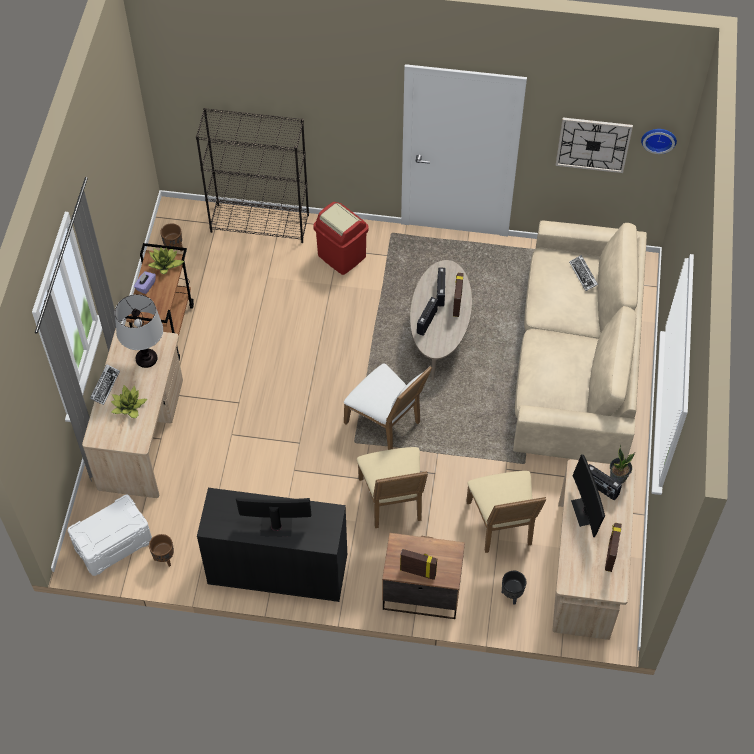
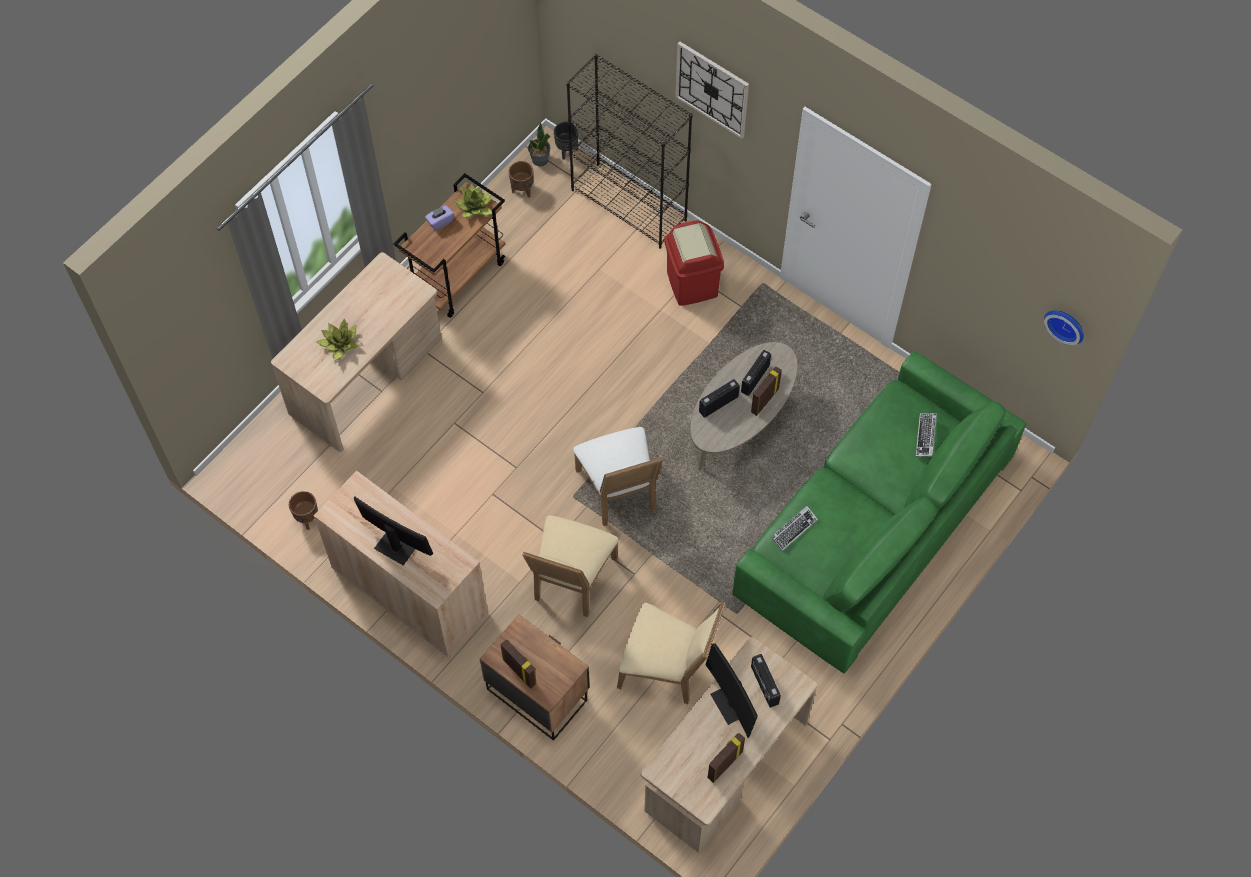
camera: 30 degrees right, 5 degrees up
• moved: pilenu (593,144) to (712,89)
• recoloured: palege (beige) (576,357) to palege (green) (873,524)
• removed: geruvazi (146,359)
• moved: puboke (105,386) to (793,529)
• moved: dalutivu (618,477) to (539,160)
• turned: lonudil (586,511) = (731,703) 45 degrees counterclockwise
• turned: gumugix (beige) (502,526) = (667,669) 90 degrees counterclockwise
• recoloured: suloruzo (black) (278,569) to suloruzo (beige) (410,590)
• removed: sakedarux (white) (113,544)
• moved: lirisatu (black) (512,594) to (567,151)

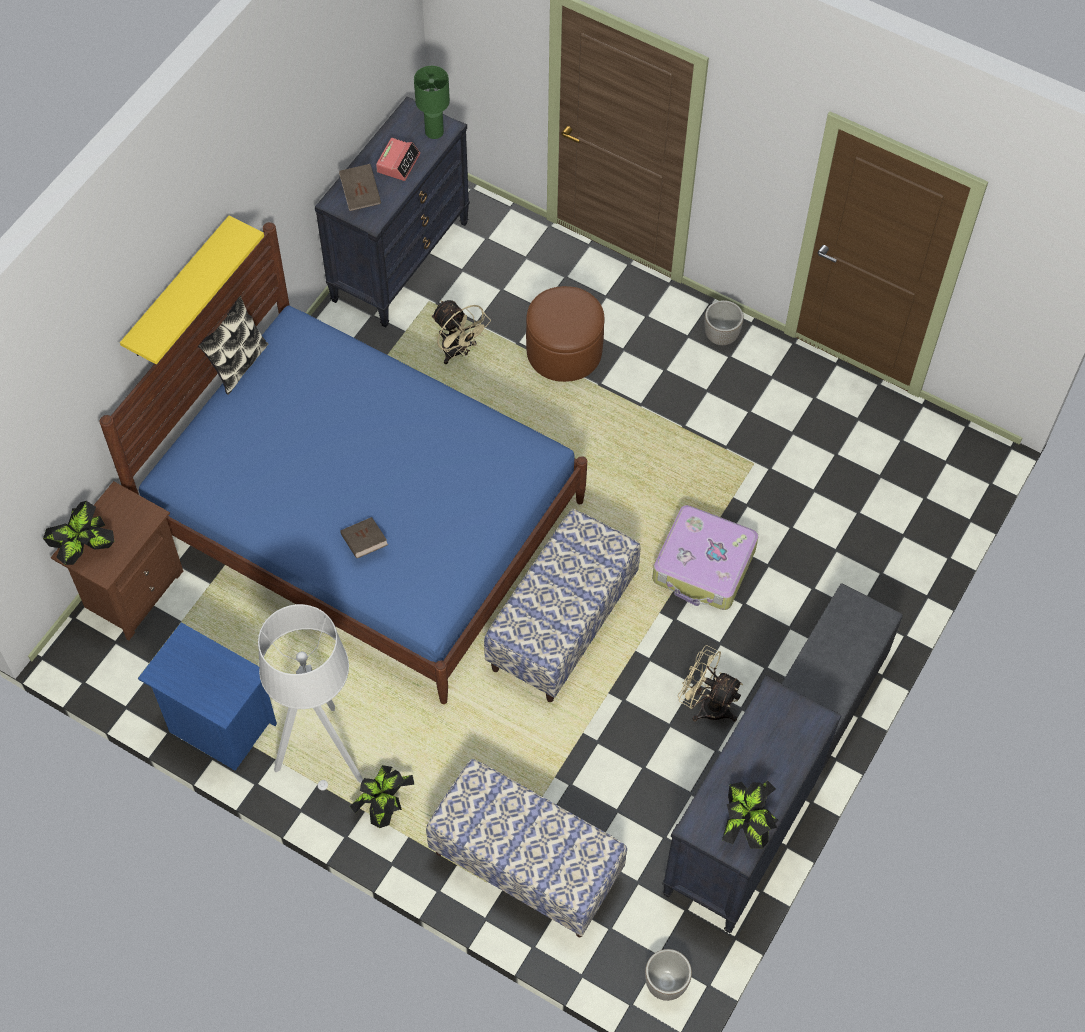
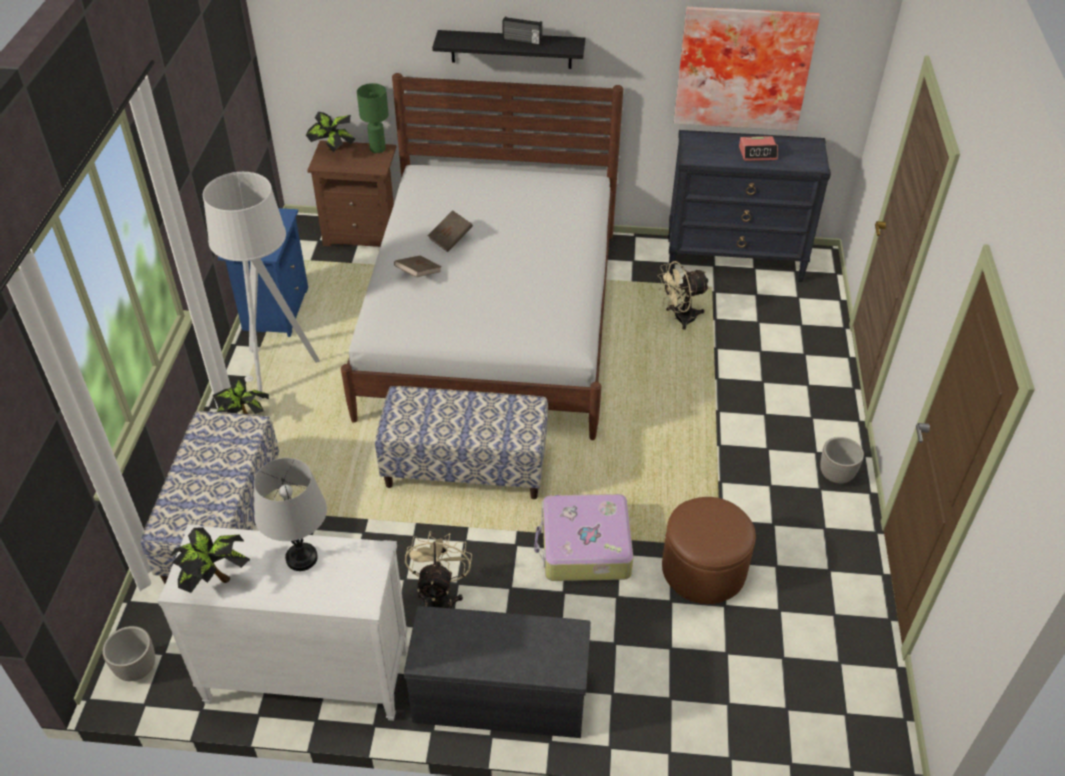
camera: 65 degrees right, 15 degrees down
• moved: geruvazi (green) (434,132) to (378,149)
• moved: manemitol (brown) (361,194) to (450,239)
• recoloured: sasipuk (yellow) (178,290) to sasipuk (black) (511,49)
• recoloured: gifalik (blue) (364,518) to gifalik (white) (492,321)
• moved: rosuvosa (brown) (564,351) to (703,569)
• removed: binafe (238,364)
• turned: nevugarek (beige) (458,352) = (679,318) 45 degrees clockwise
• recoloured: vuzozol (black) (739,840) to vuzozol (white) (307,677)
• added: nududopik (743,67)
• added: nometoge (522,41)
• added: geruvazi (grey) (302,558)

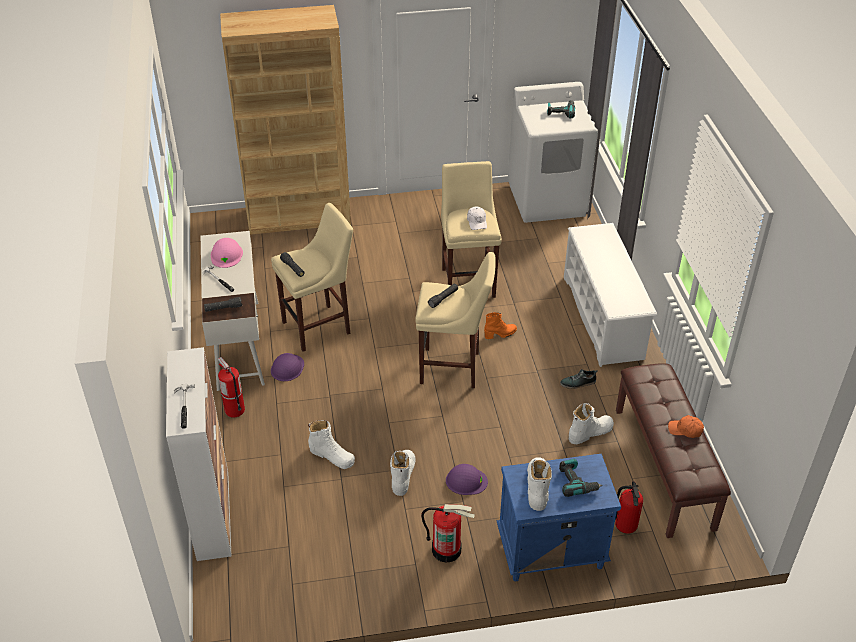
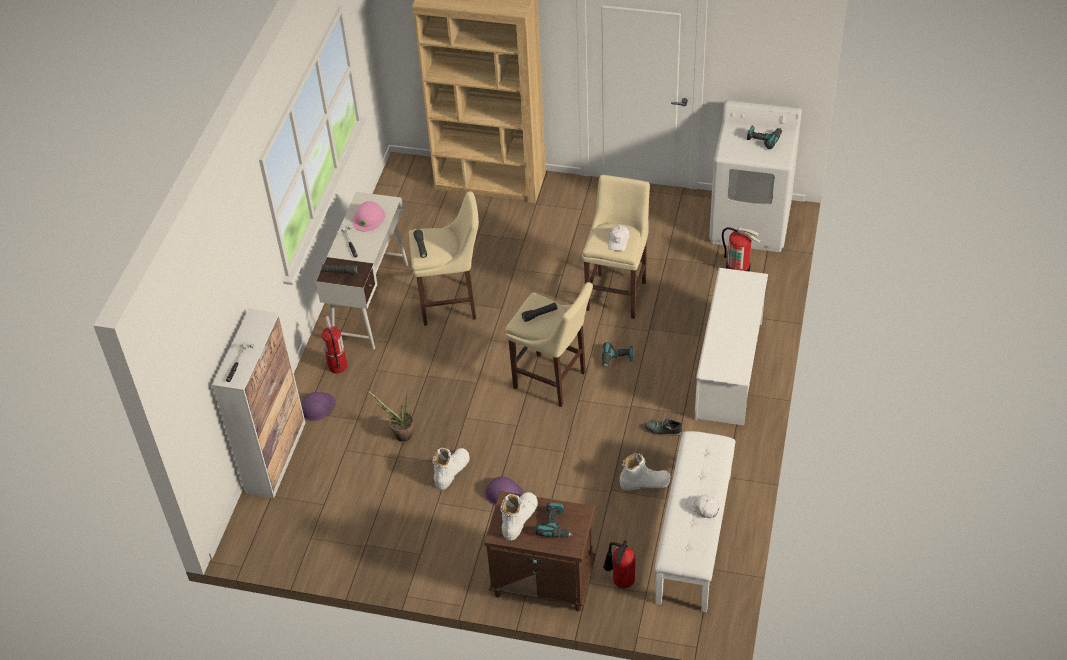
camera: 25 degrees right, 5 degrees up
• replaced: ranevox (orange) (500,334) to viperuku (617,359)
• moved: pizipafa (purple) (287,368) to (317,407)
• recoloured: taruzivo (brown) (664,467) to taruzivo (white) (695,538)
• recoloured: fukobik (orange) (685,430) to fukobik (white) (703,508)
• replaced: ranevox (white) (332,456) to dalutivu (399,434)
• recoloured: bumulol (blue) (550,551) to bumulol (brown) (542,581)
• moved: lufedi (447,549) to (738,269)

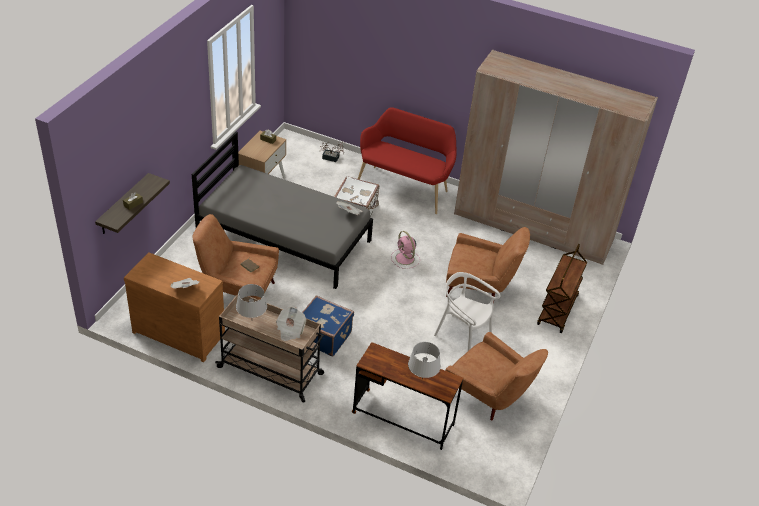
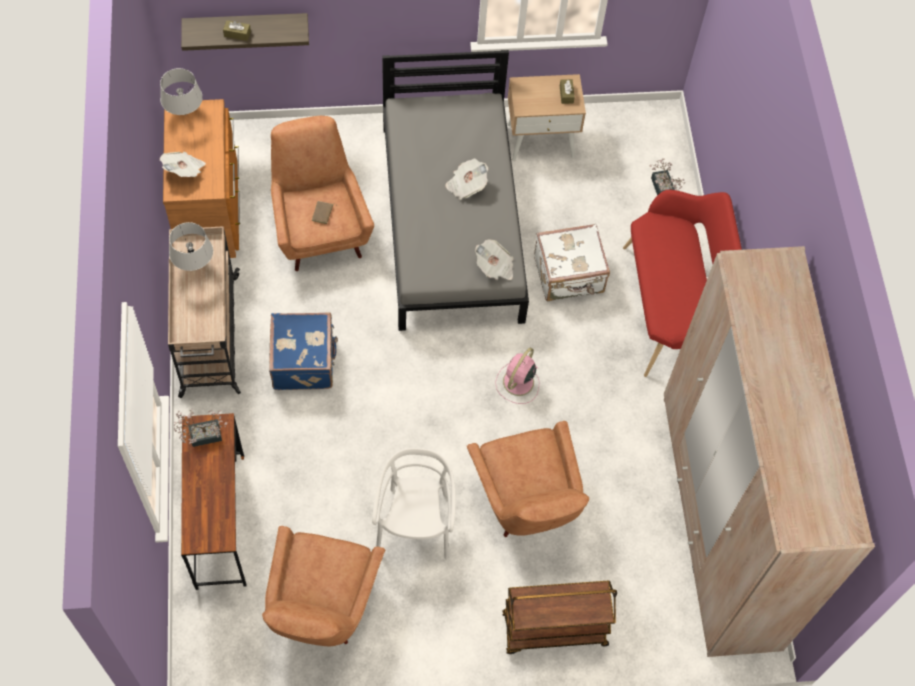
camera: 60 degrees right, 20 degrees up
• moved: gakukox (290,330) to (466,185)
• moved: geruvazi (grey) (422,379) to (185,114)
• added: dalutivu (201,435)

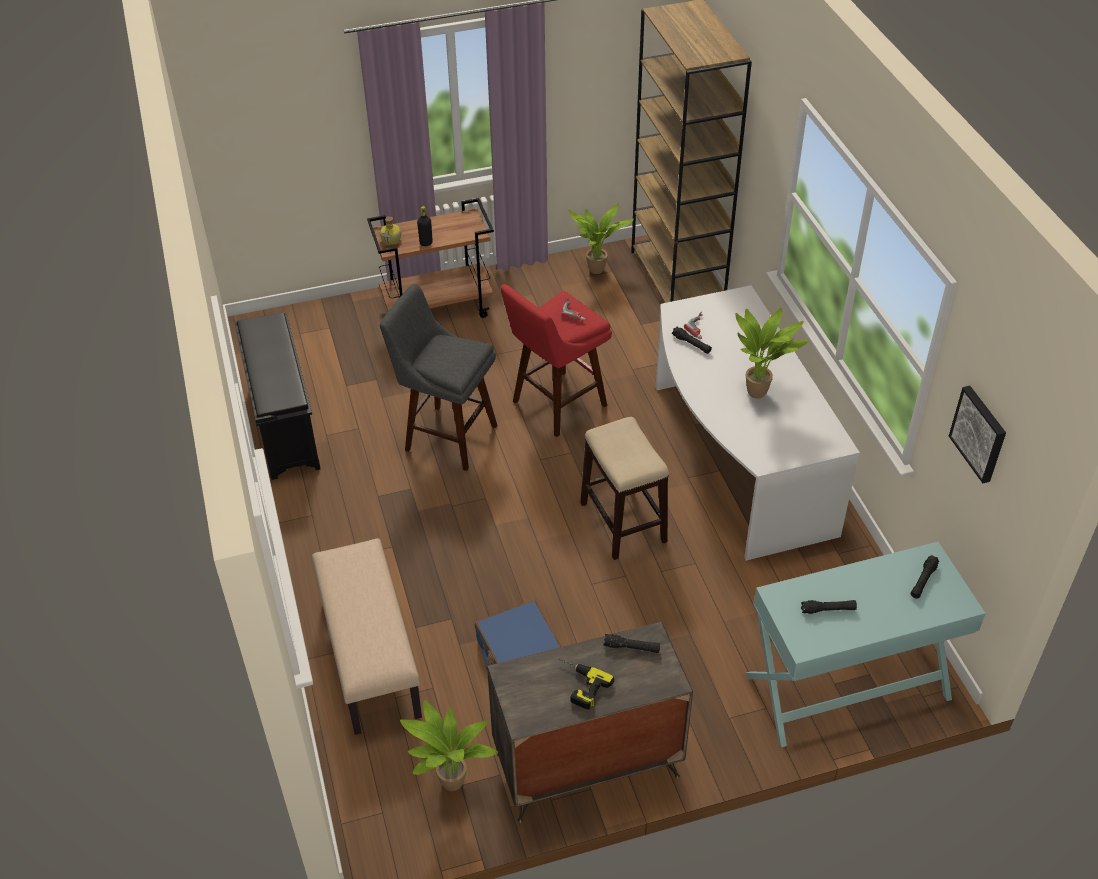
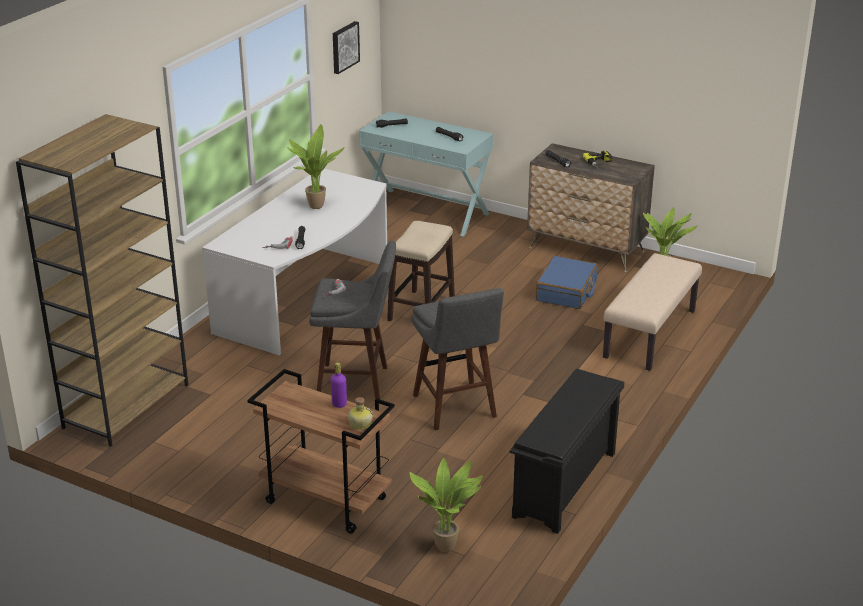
camera: 135 degrees left, 15 degrees down
• moved: dalutivu (596,272) to (447,545)
• recoloured: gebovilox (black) (426,243) to gebovilox (purple) (339,404)
• recoloured: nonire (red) (556,406) to nonire (grey) (356,383)

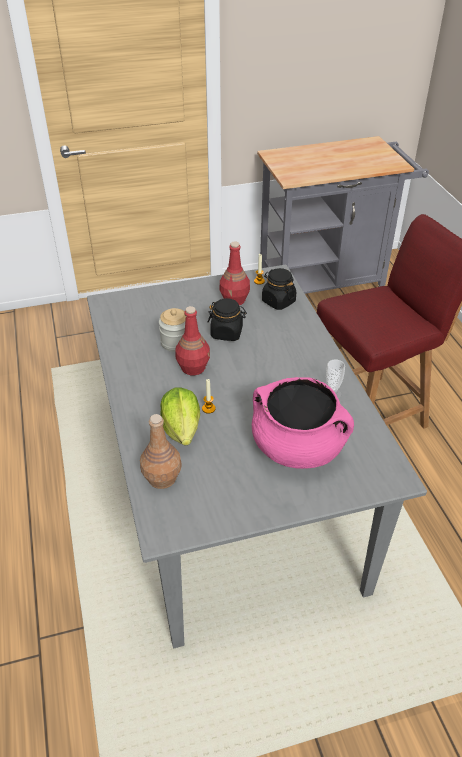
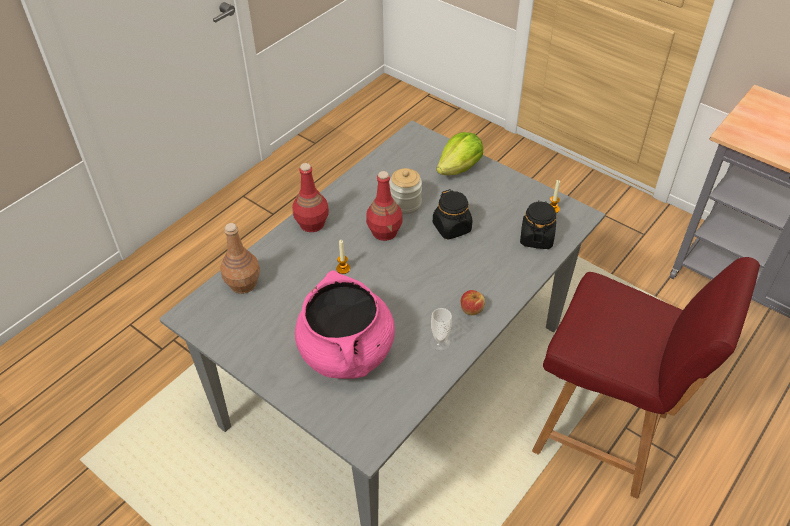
camera: 55 degrees right, 5 degrees up
• moved: gebovilox (red) (235,300) to (312,224)
• moved: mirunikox (182,429) to (460,168)
• added: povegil (471,309)

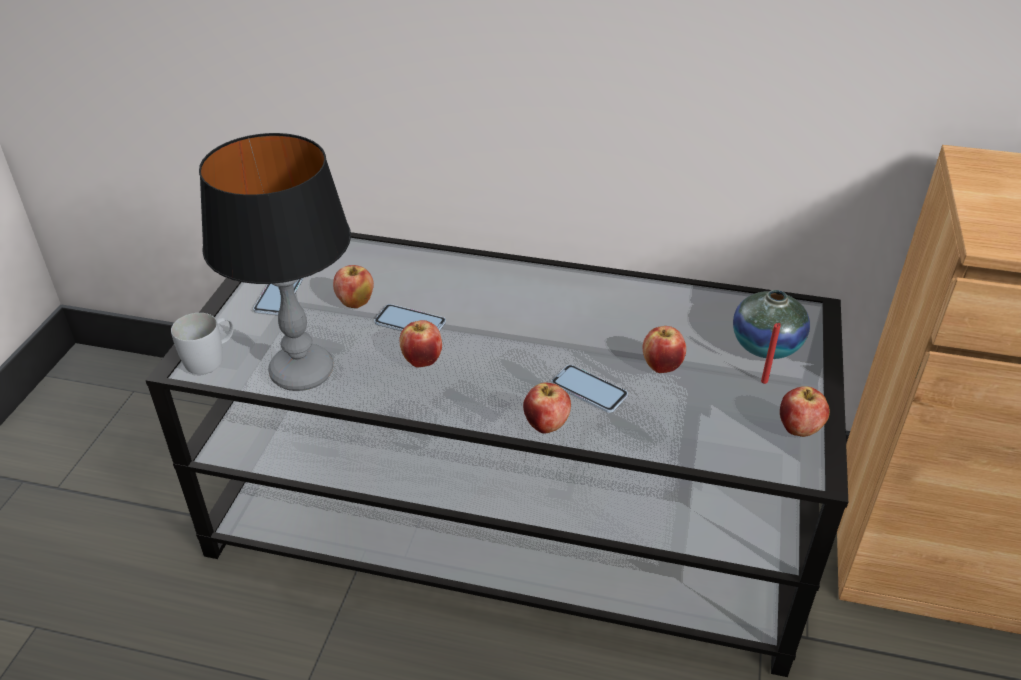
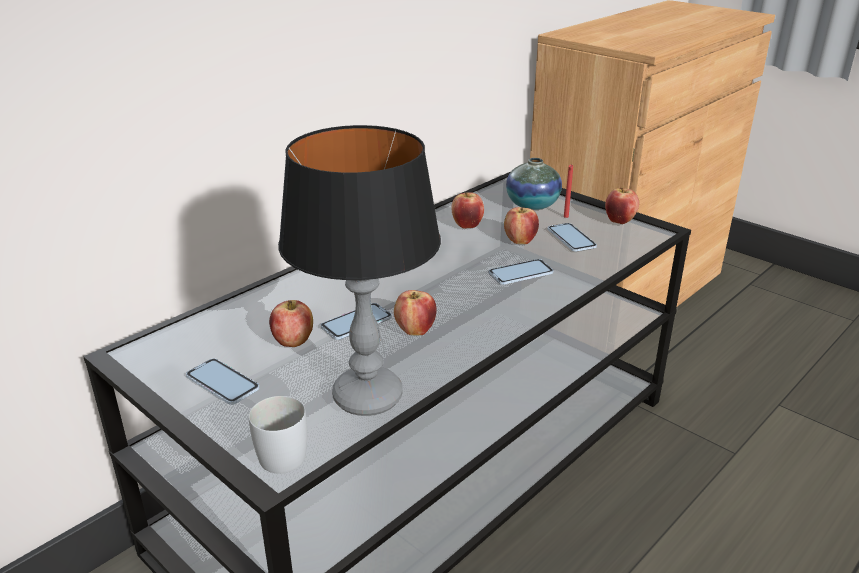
camera: 60 degrees left, 10 degrees down
• moved: povegil (546,425) to (467,225)
• added: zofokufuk (571,238)

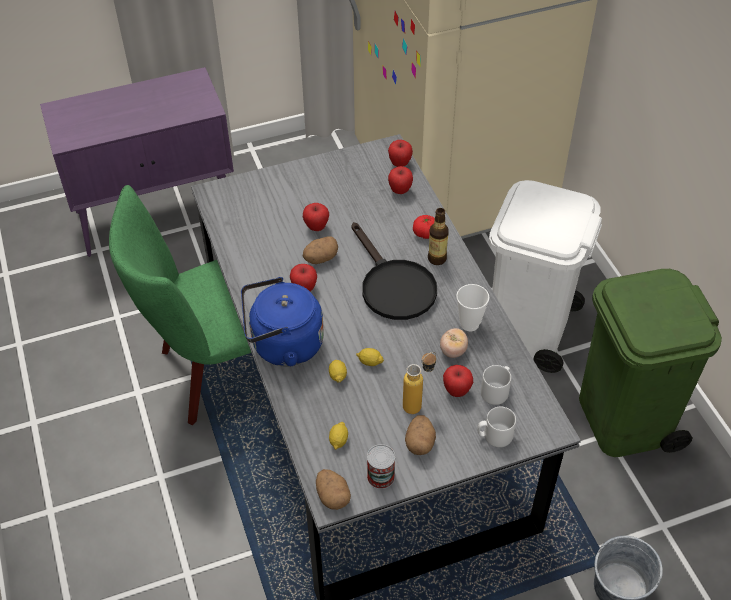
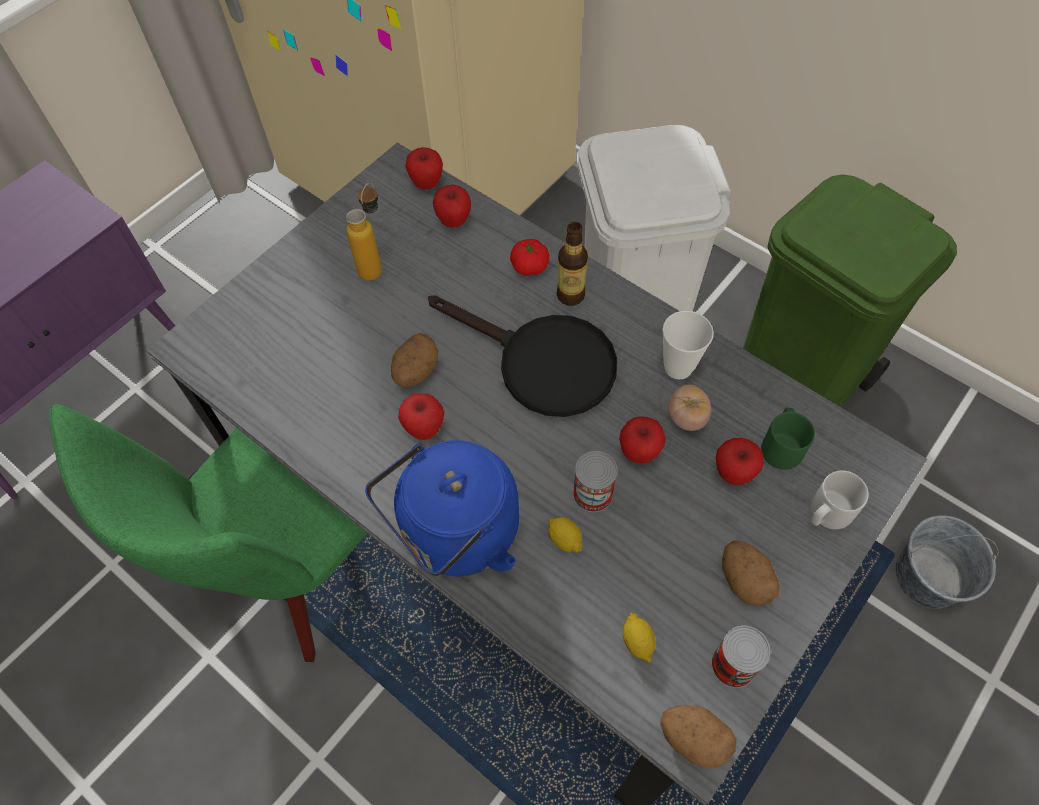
camera: 30 degrees left, 10 degrees up
• moved: povegil (316,227) to (639,452)
• replaced: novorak (370,362) to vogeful (592,494)
• moved: gebovilox (418,403) to (375,264)
• recoloured: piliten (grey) (496,391) to piliten (green) (781,446)

